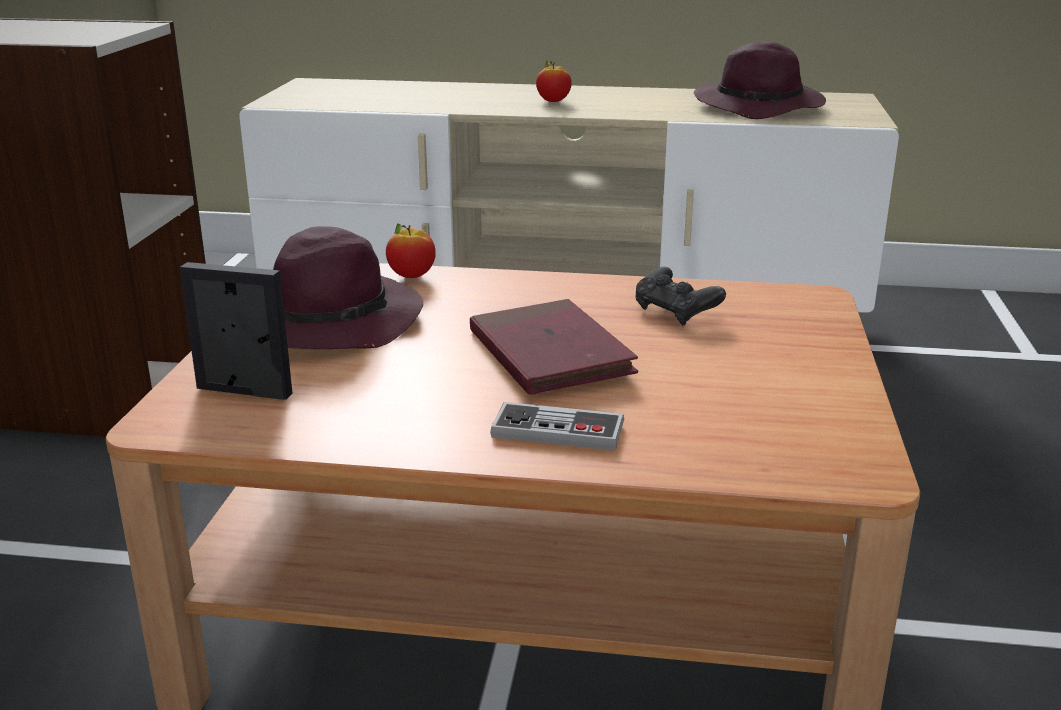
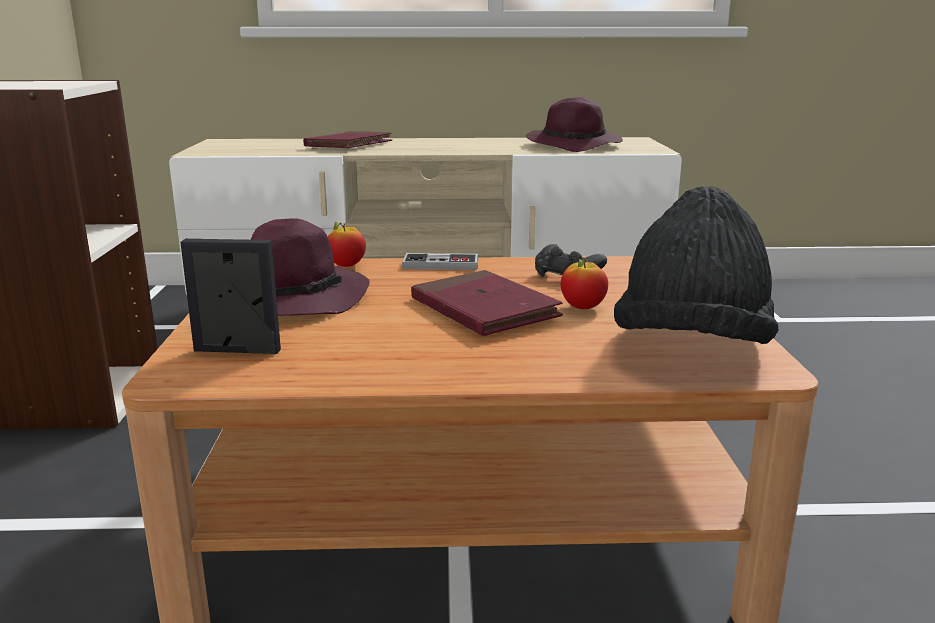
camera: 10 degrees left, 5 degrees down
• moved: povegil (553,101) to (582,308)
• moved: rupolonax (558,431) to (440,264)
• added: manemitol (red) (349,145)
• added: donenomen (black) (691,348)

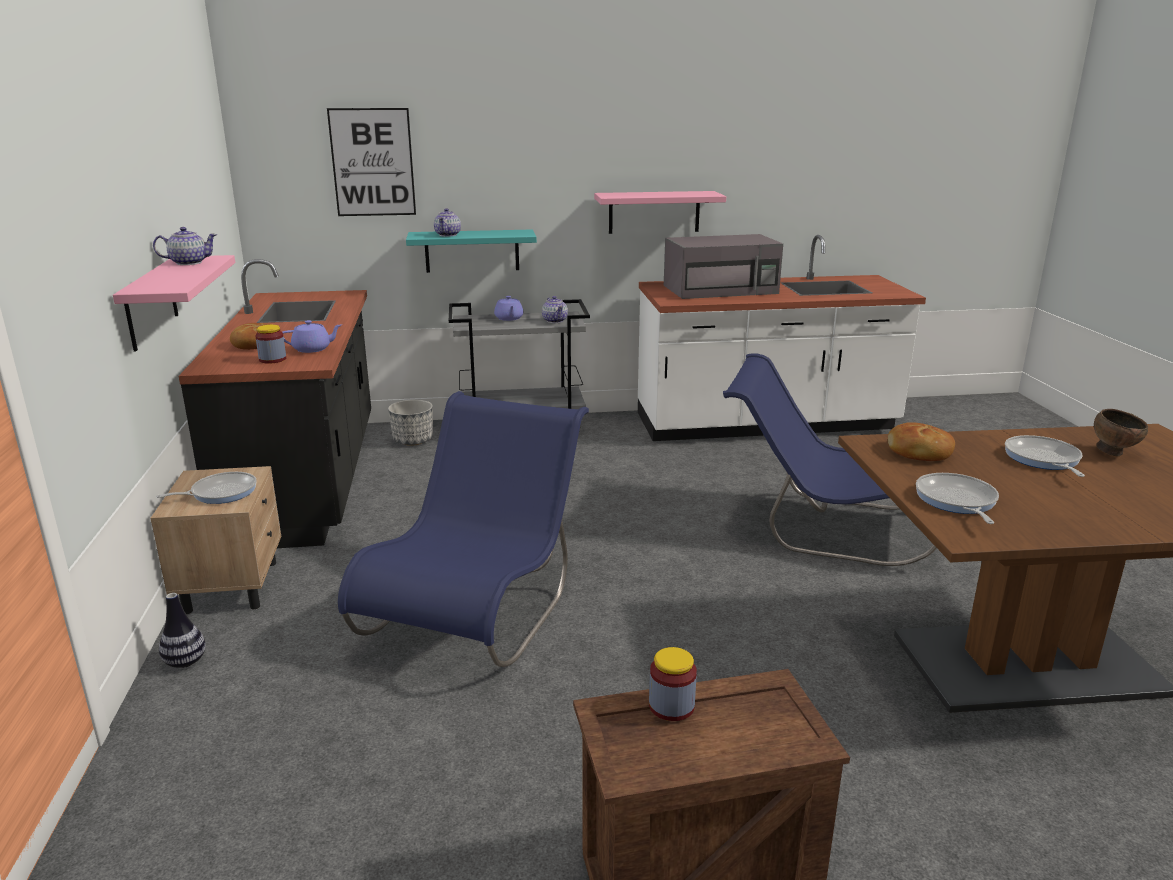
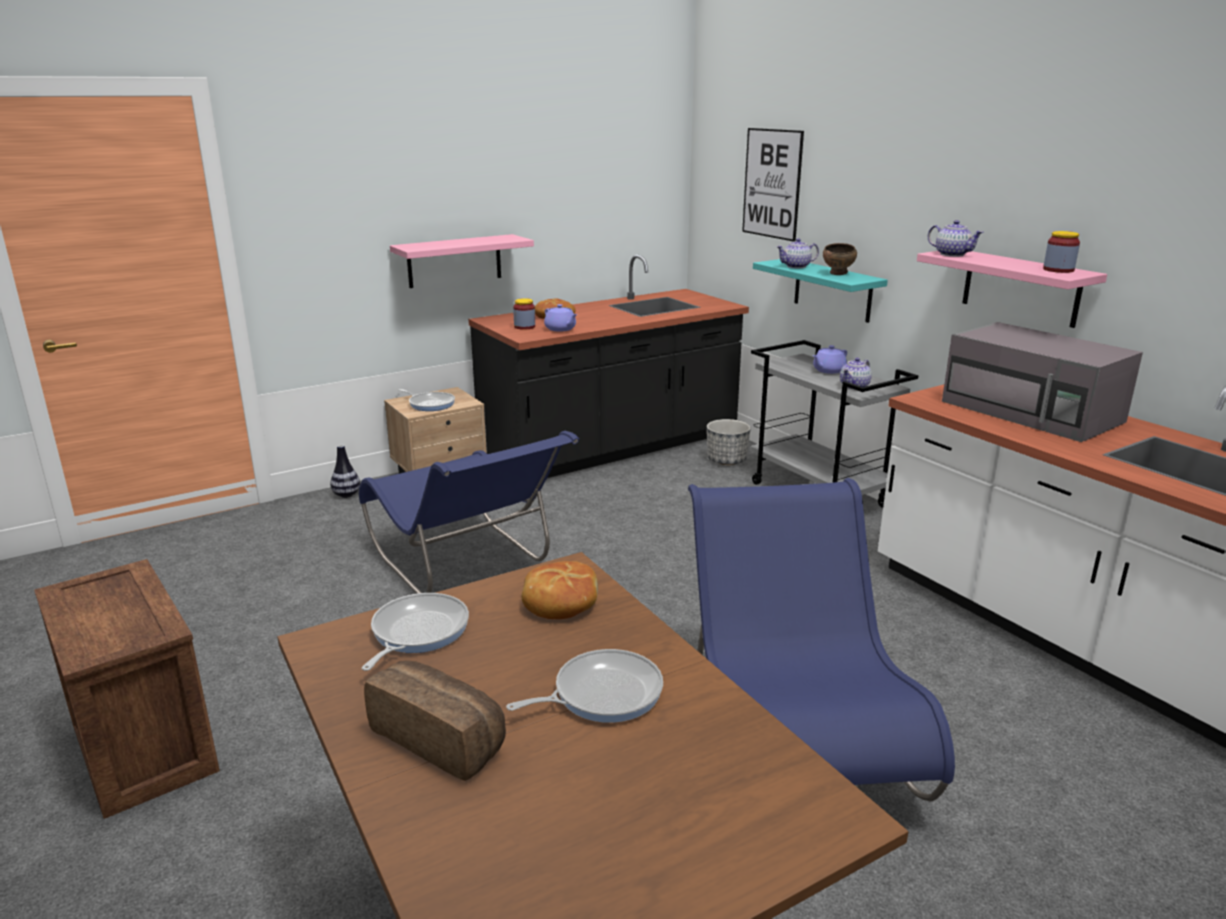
camera: 65 degrees right, 0 degrees up
• moved: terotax (188,263) to (952,254)
• turned: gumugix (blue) (478,606) = (467,566) 60 degrees clockwise
• moved: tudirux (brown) (1113,452) to (838,274)
• turned: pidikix (956,501) = (416,632) 45 degrees counterclockwise
• moved: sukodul (671,706) to (1058,270)
• added: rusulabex (442,738)

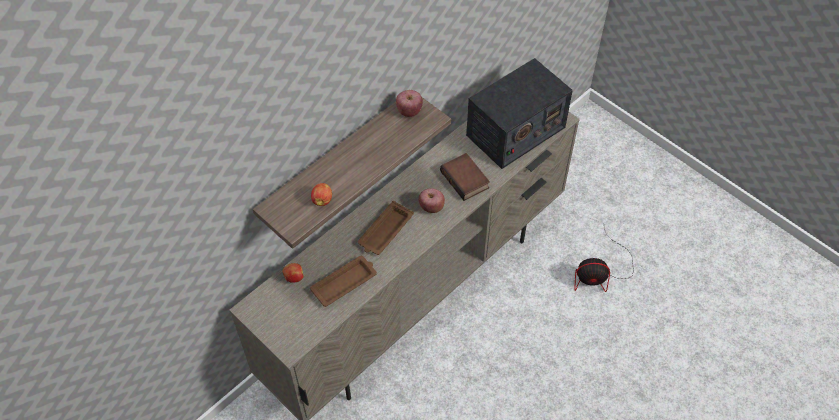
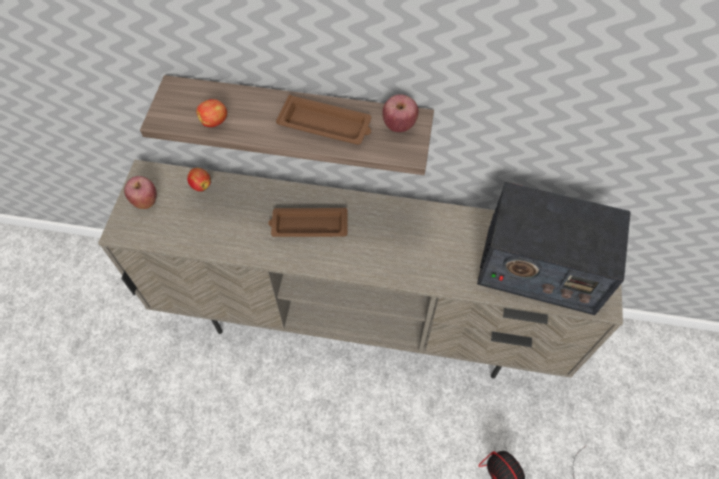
camera: 55 degrees right, 5 degrees up
• removed: manemitol (466,180)
• moved: povegil (431,207) to (145,200)
• moved: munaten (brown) (345,283) to (326,125)

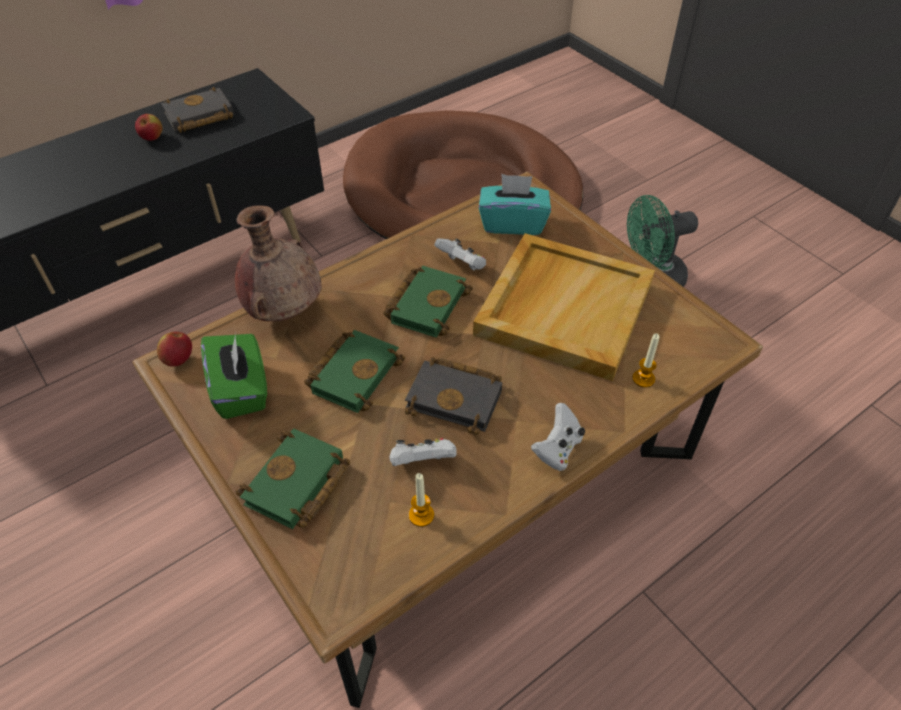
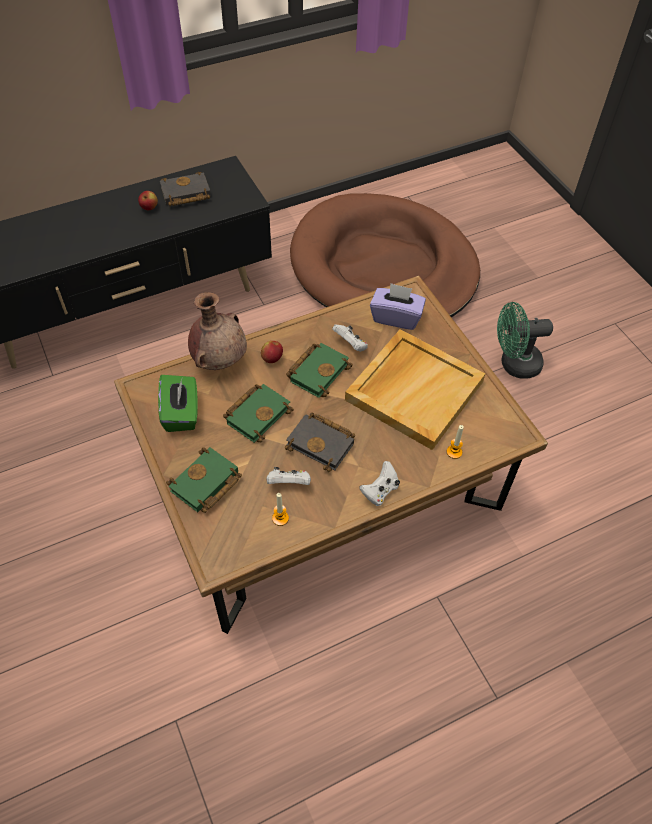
camera: 10 degrees right, 5 degrees up
• recoloured: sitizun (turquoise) (513,223) to sitizun (purple) (396,317)
• moved: povegil (179,359) to (272,358)

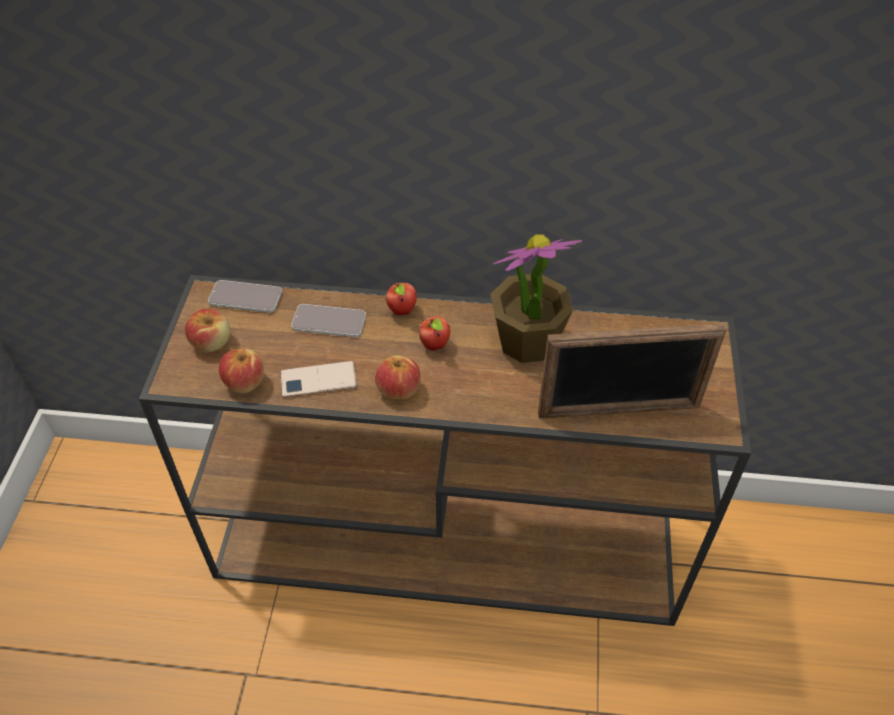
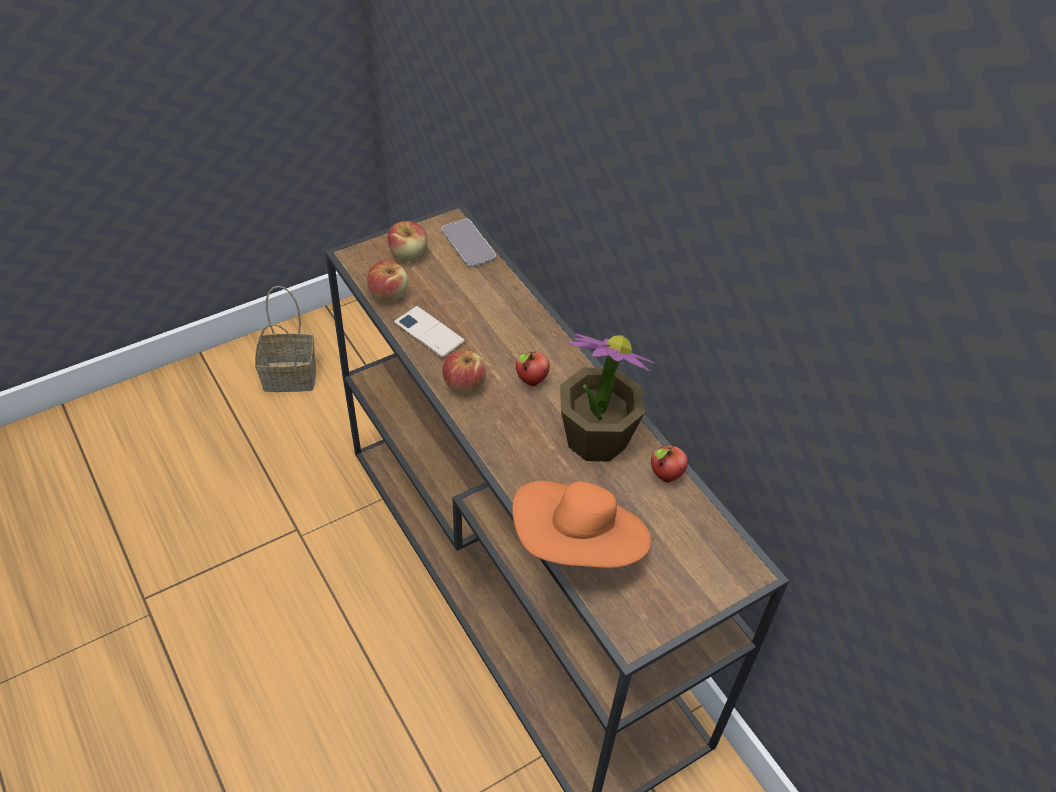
camera: 50 degrees right, 0 degrees up
• moved: povegil (402,311) to (665,476)
• removed: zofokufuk (329,322)
• replaced: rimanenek (619,411) to donenomen (orange) (579,545)
• added: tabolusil (292,375)

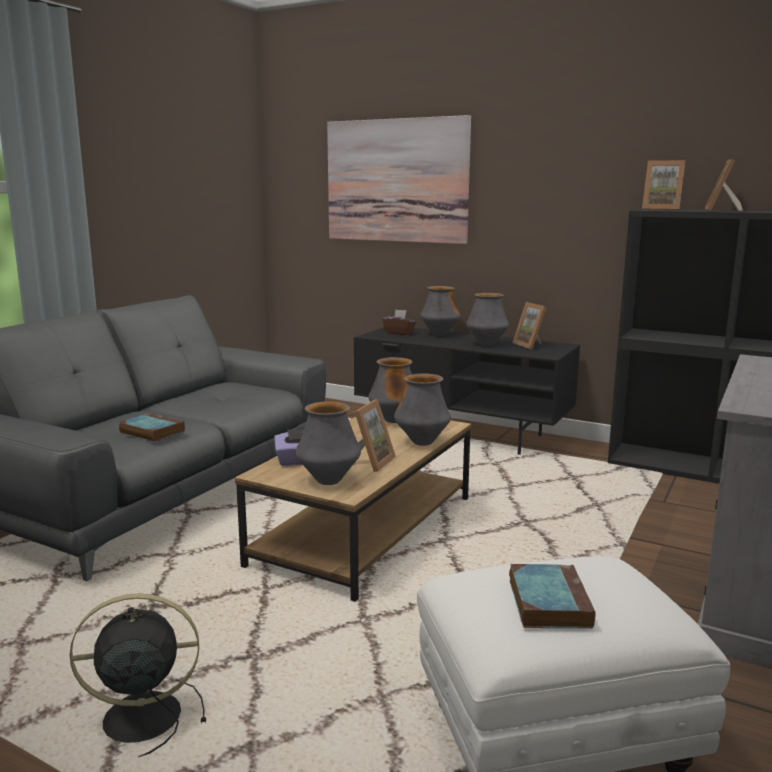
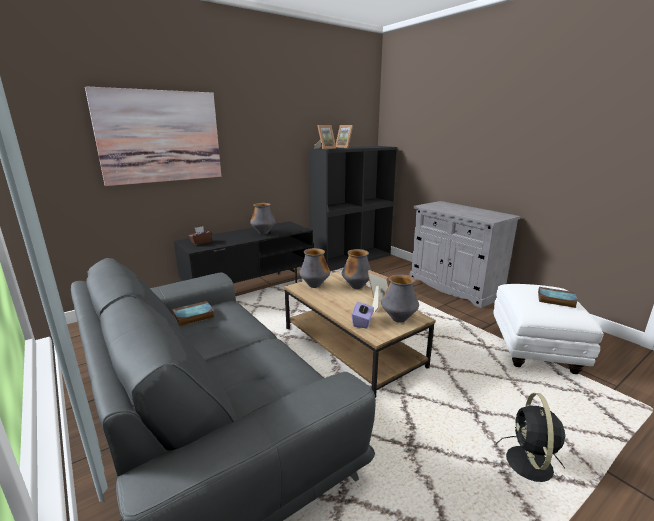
camera: 65 degrees left, 5 degrees up
• removed: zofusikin (439,334)
• removed: rimanenek (531,345)
• moved: manemitol (150,432) to (193,316)

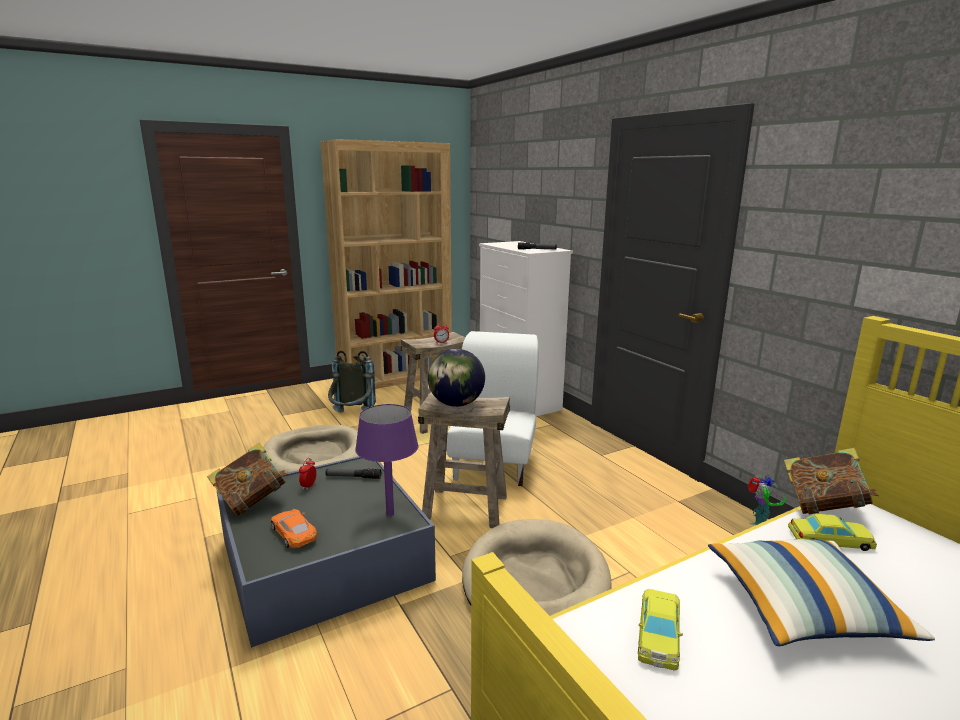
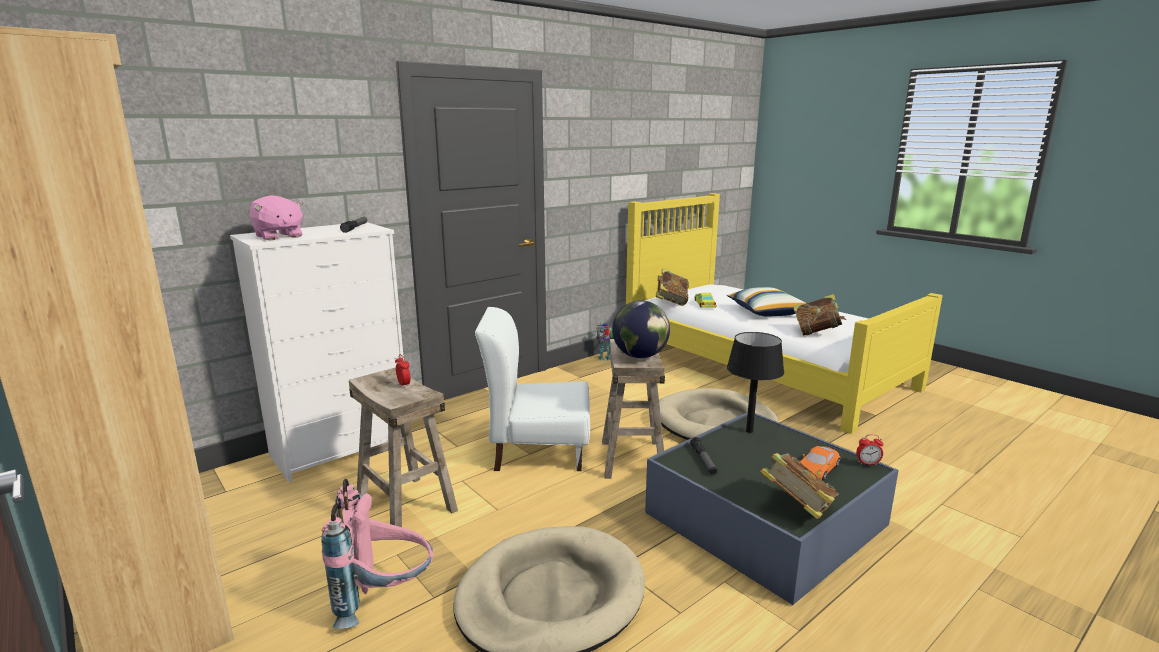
camera: 100 degrees left, 0 degrees up
• recoloured: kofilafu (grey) (352,417) to kofilafu (pink) (384,599)
• recoloured: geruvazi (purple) (390,514) to geruvazi (black) (749,431)
• moved: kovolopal (308,486) to (867,463)
• replaced: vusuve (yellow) (658,634) to manemitol (816,332)
• added: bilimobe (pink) (278,236)

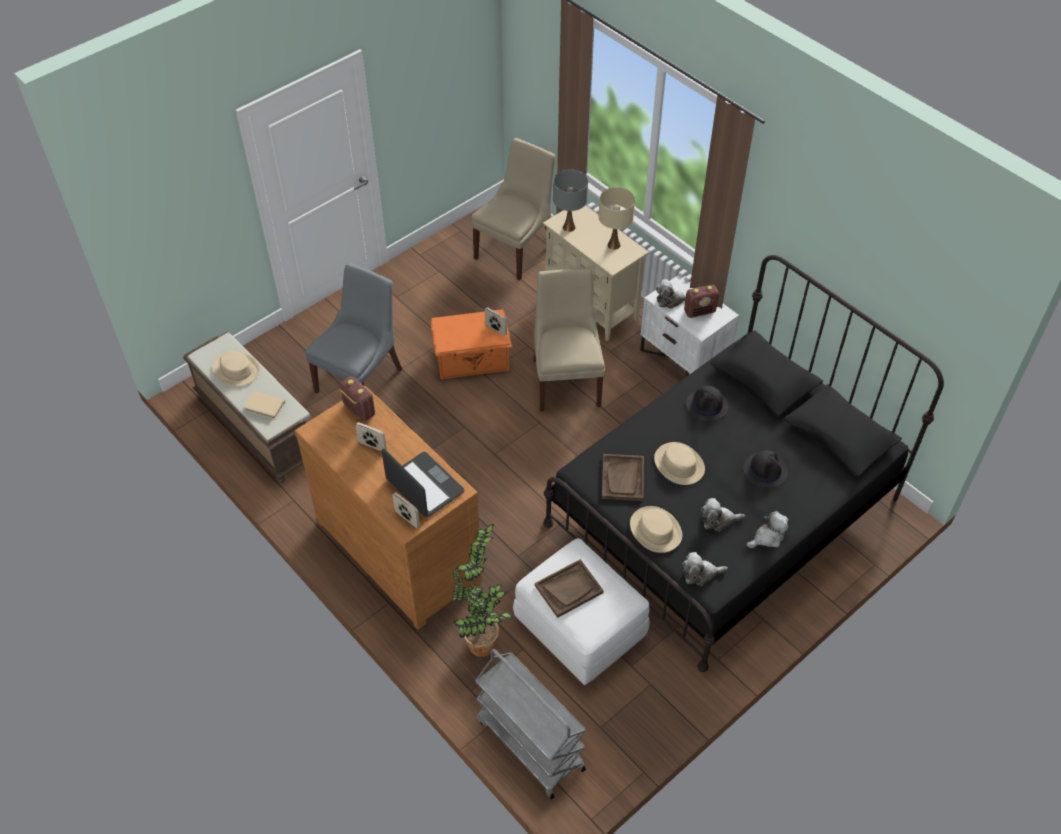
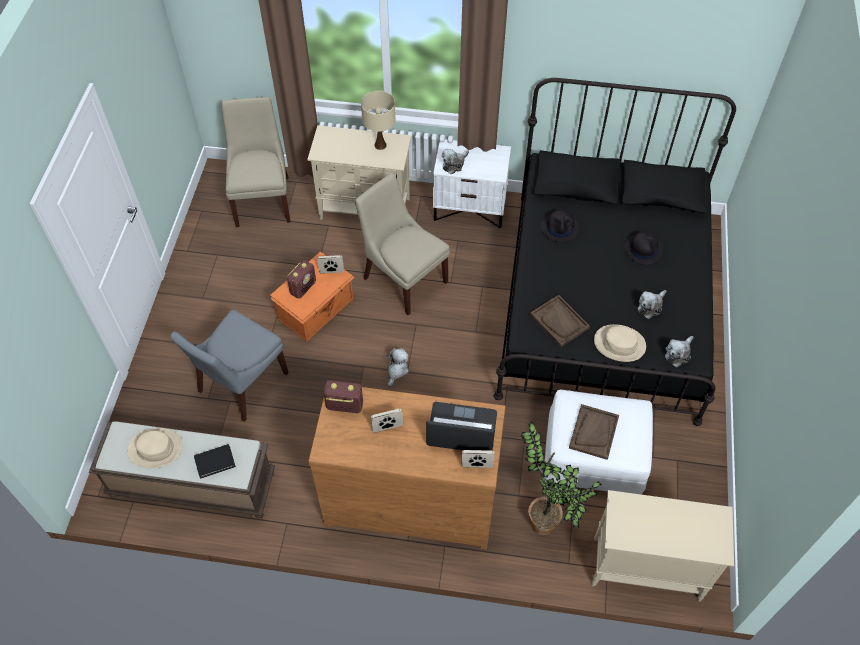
camera: 40 degrees left, 5 degrees up
• removed: geruvazi (grey) (569,227)
• turned: gumugix (grey) (360,378) = (241,384) 135 degrees counterclockwise
• moved: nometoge (700,311) to (303,287)
• recoloured: manemitol (beige) (265,406) to manemitol (black) (215,462)
• removed: donenomen (beige) (679,464)
• moved: bilimobe (767,537) to (396,370)
• replaced: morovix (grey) (529,744) to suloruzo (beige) (645,568)

